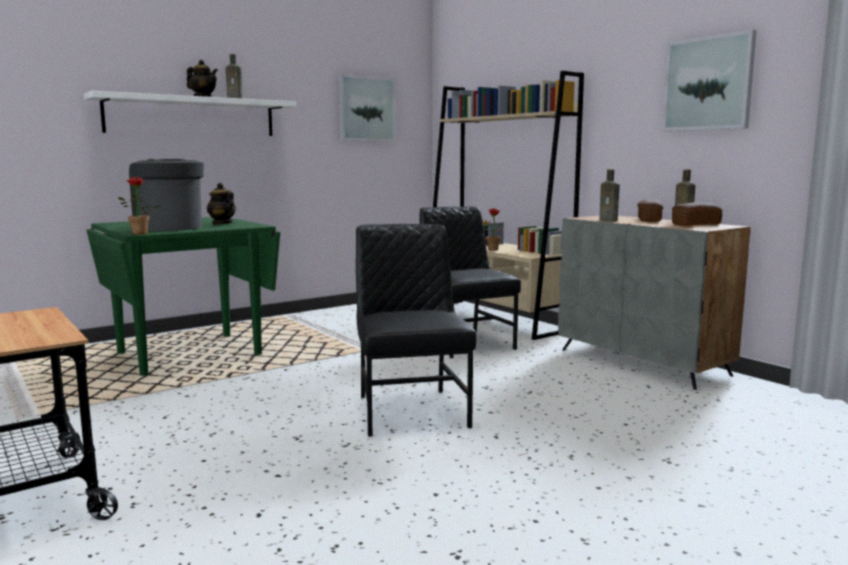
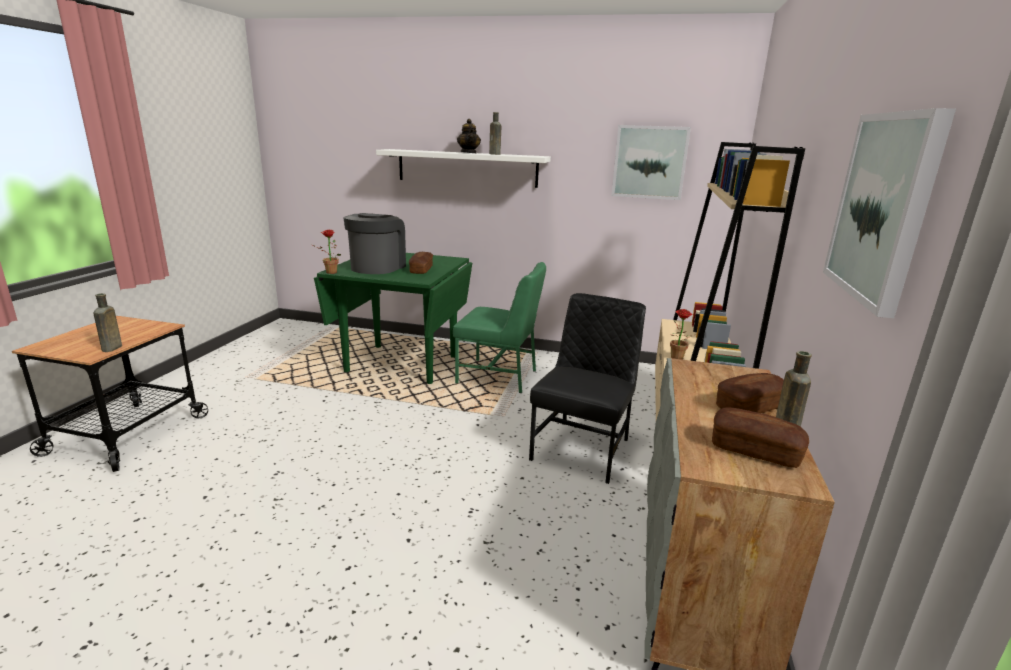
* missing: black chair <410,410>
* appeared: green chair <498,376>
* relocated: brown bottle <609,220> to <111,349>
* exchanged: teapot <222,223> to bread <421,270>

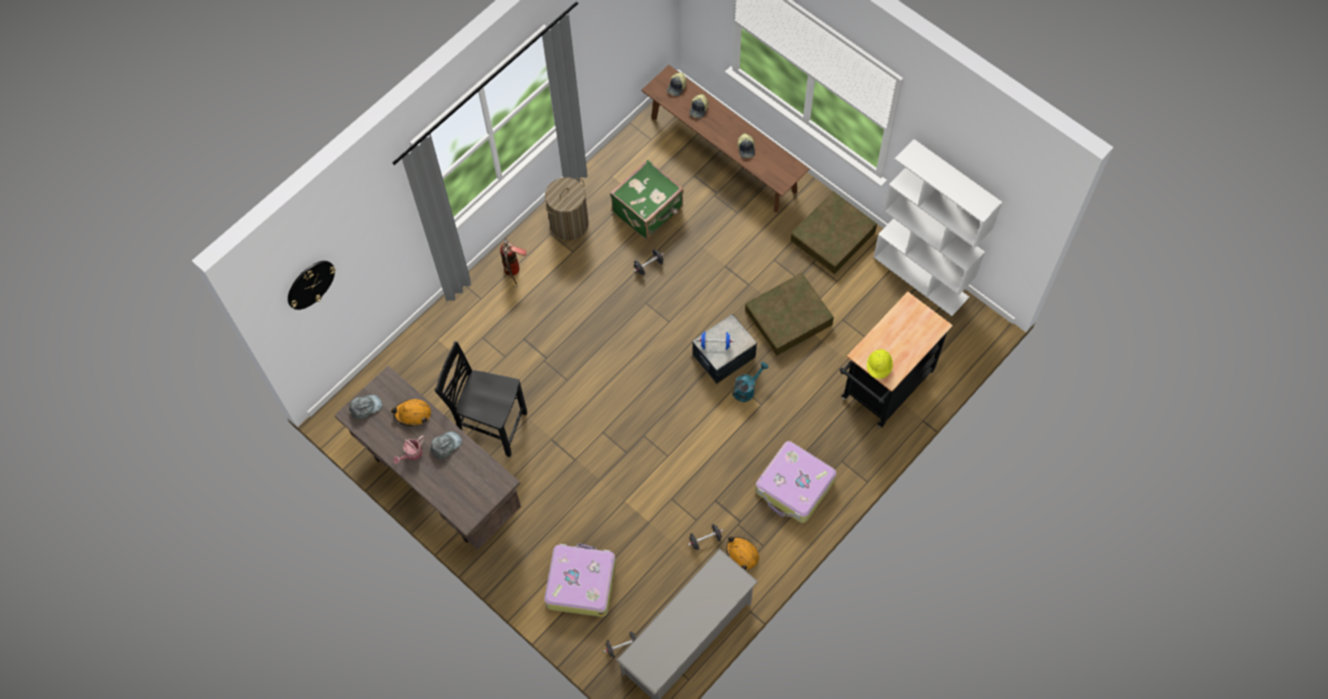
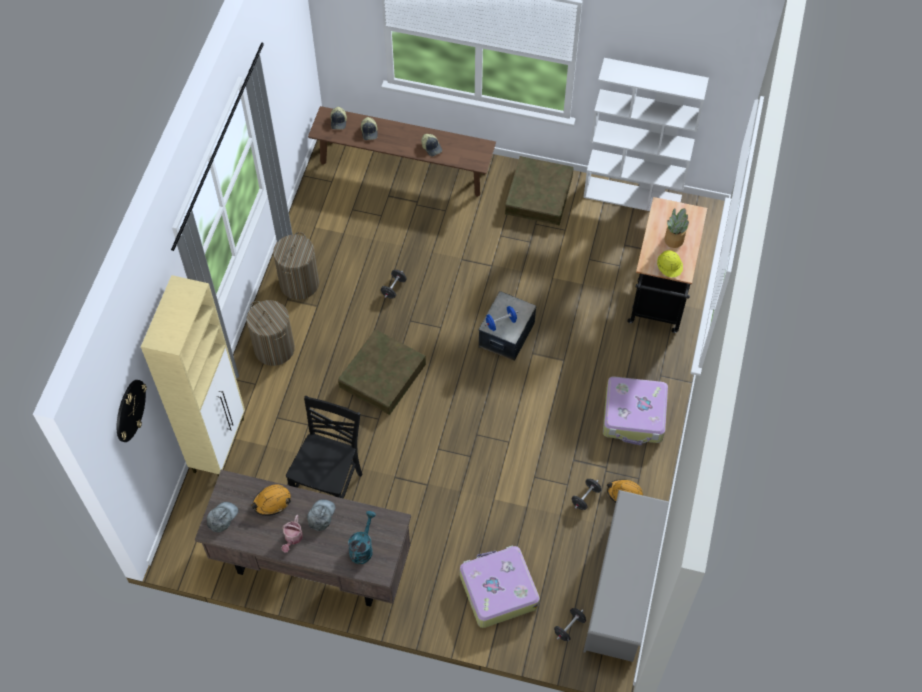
* missing: green suitcase <649,210>
* appeared: beige cabinet <219,444>
* appeared: potted plant <674,238>
* relocated: turquoise watering can <747,389> to <362,547>
* relocated: brown storage box <788,317> to <382,375>
* exchanged: fire extinguisher <514,274> to laundry basket <274,348>
* spun: black chair <490,425> = <331,491> 120 degrees clockwise

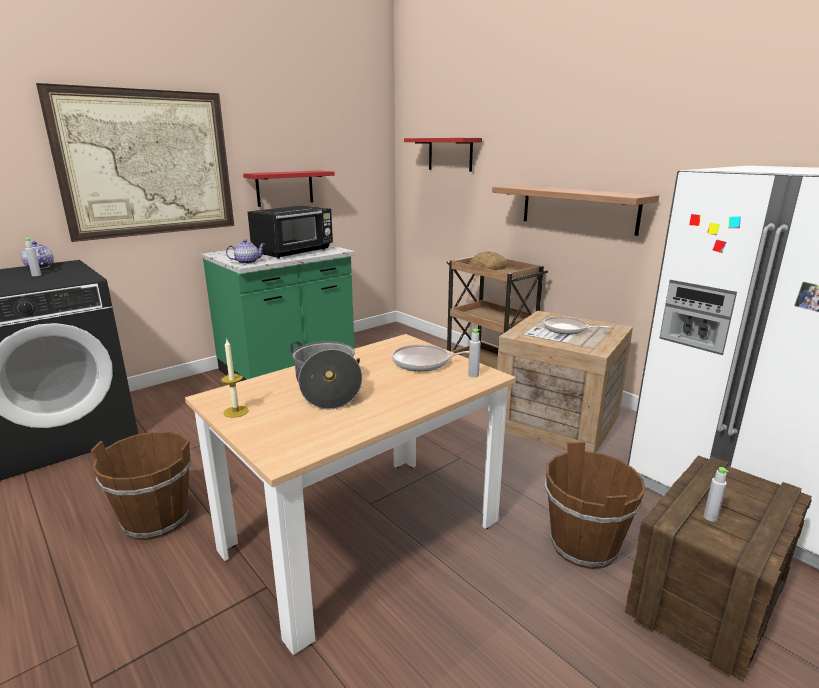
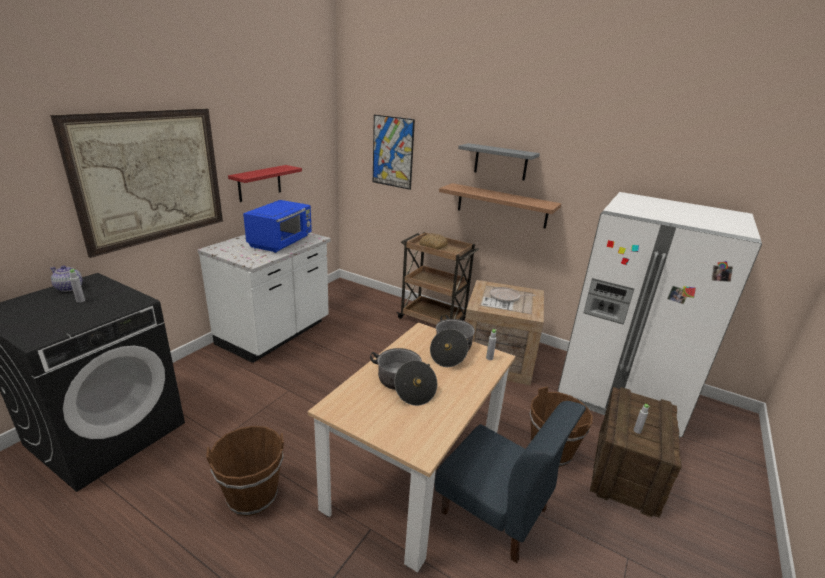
* missing: candle <236,411>
* missing: teapot <247,262>
* appeared: blue chair <494,511>
* appeared: grey shelf <500,162>
* exchanged: frying pan <424,362> to cooking pot <451,350>
* exchanged: red shelf <450,154> to picture <392,152>
* colour: green counter <288,367> to white counter <275,334>
* colour: black microwave <294,252> to blue microwave <281,242>

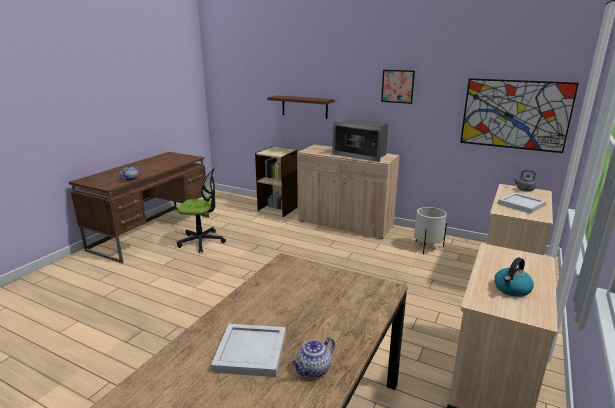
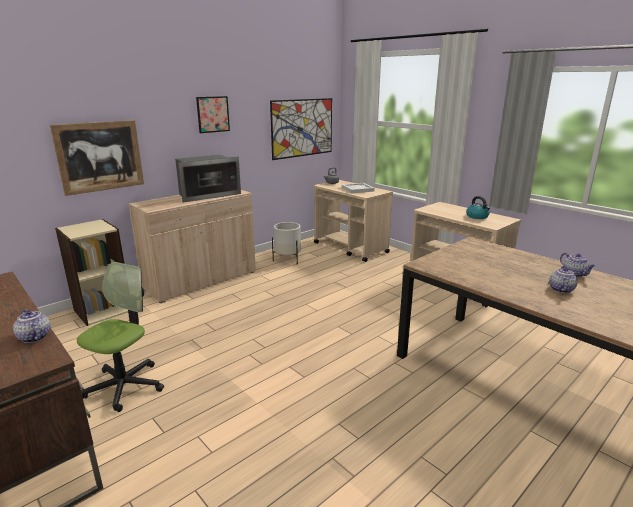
* exchanged: white tray <252,351> to teapot <560,289>
* exchanged: brown shelf <304,107> to picture <100,156>

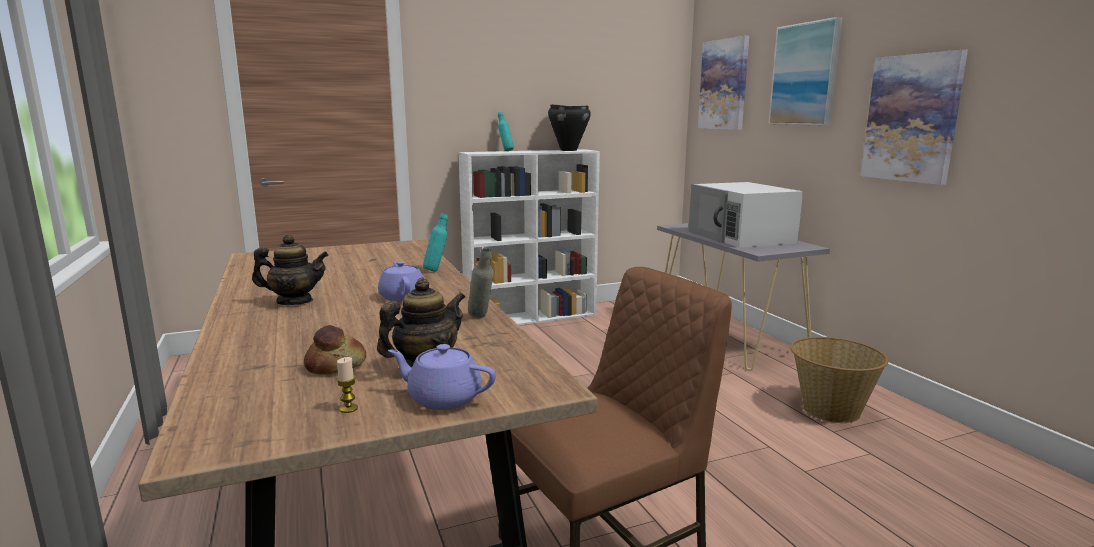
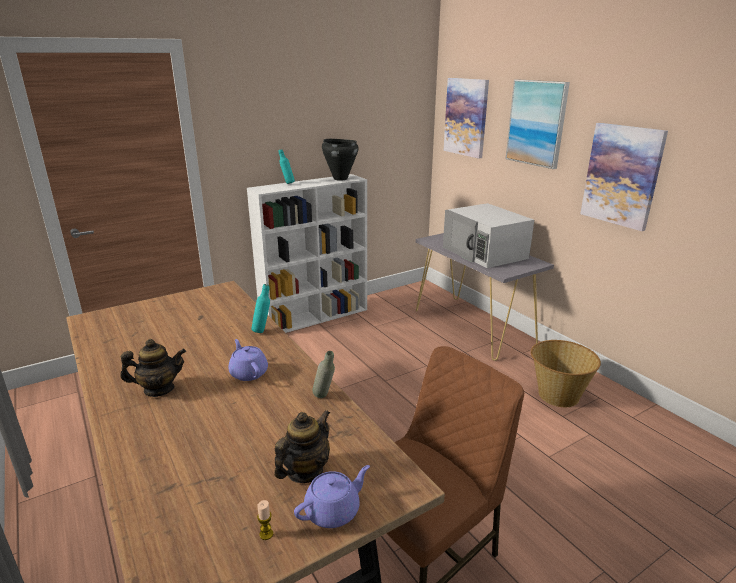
* missing: bread <336,366>
* spun: purple teapot <443,398> = <333,511> 135 degrees clockwise

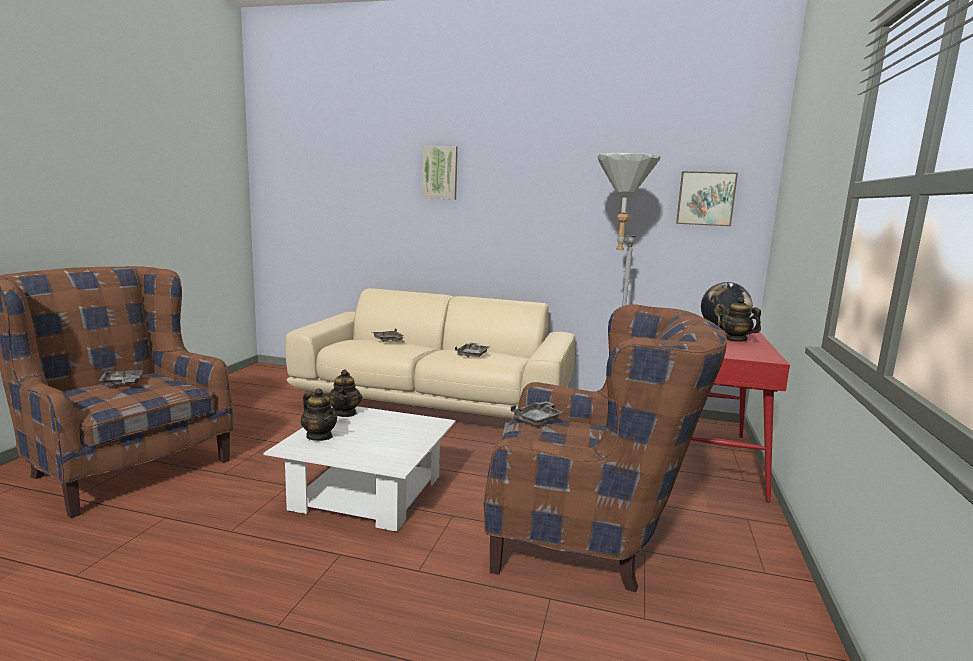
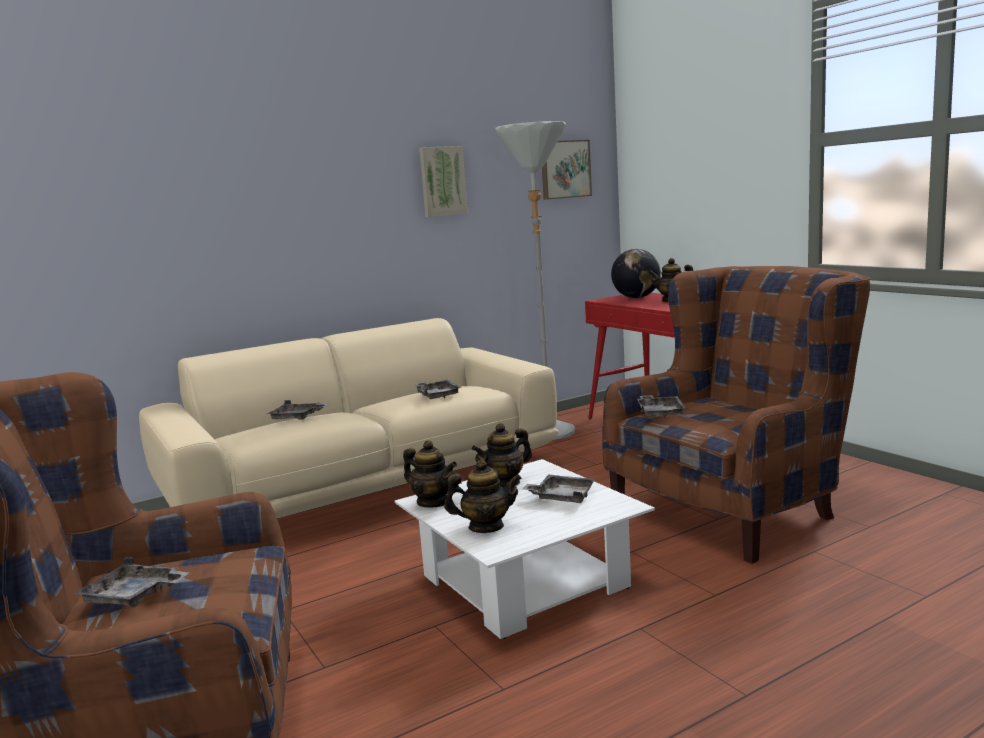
* appeared: teapot <504,483>
* appeared: grey tray <562,497>
* relocated: picture <440,173> to <442,181>

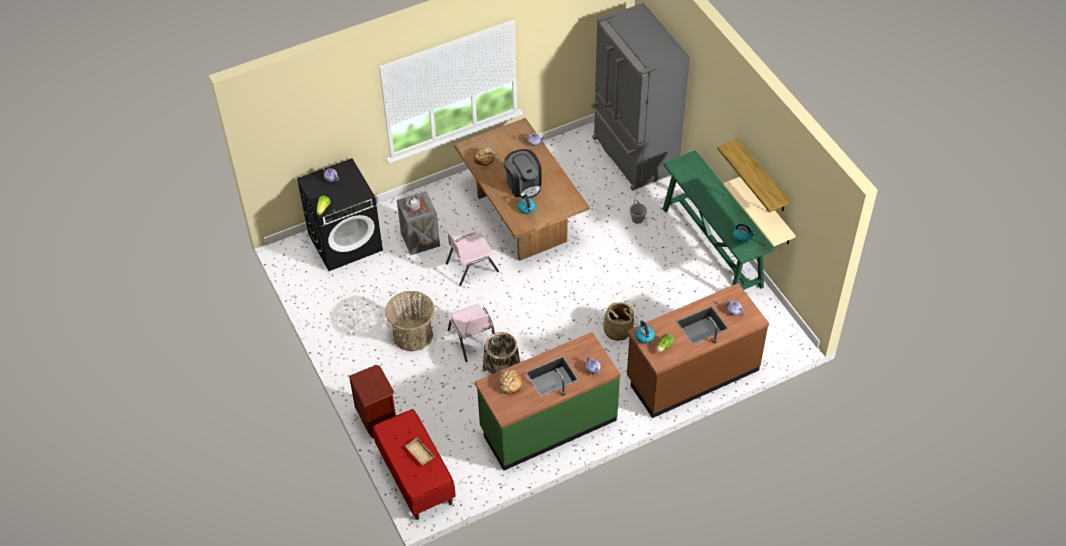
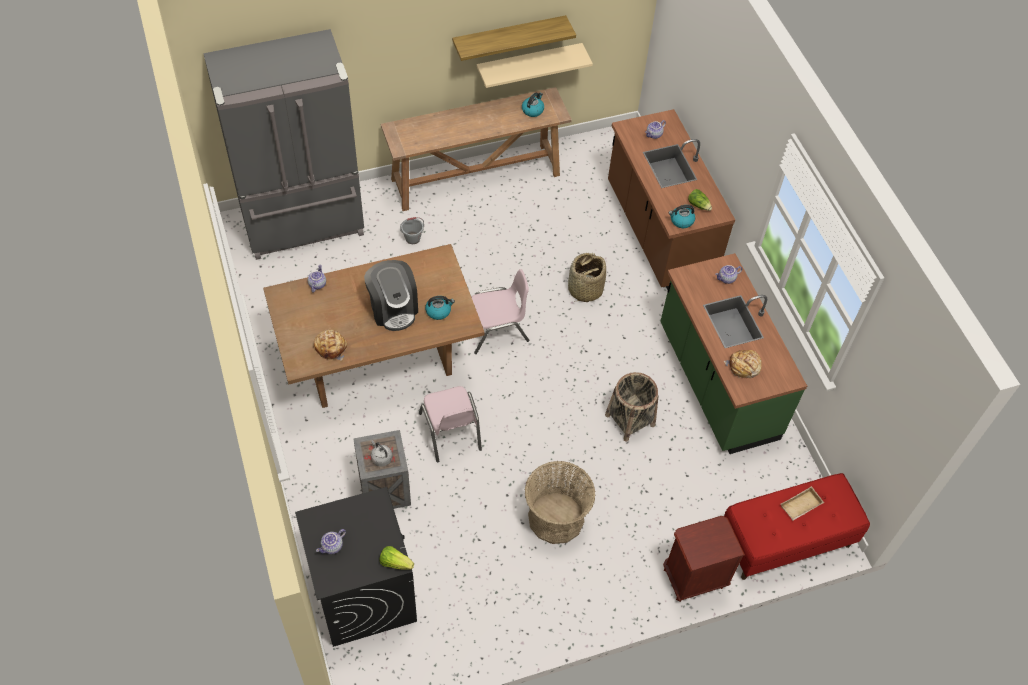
* relocated: pink chair <473,340> to <496,330>
* colour: green console table <712,248> to brown console table <476,177>
* spun: coffee machine <523,185> = <393,308> 90 degrees clockwise

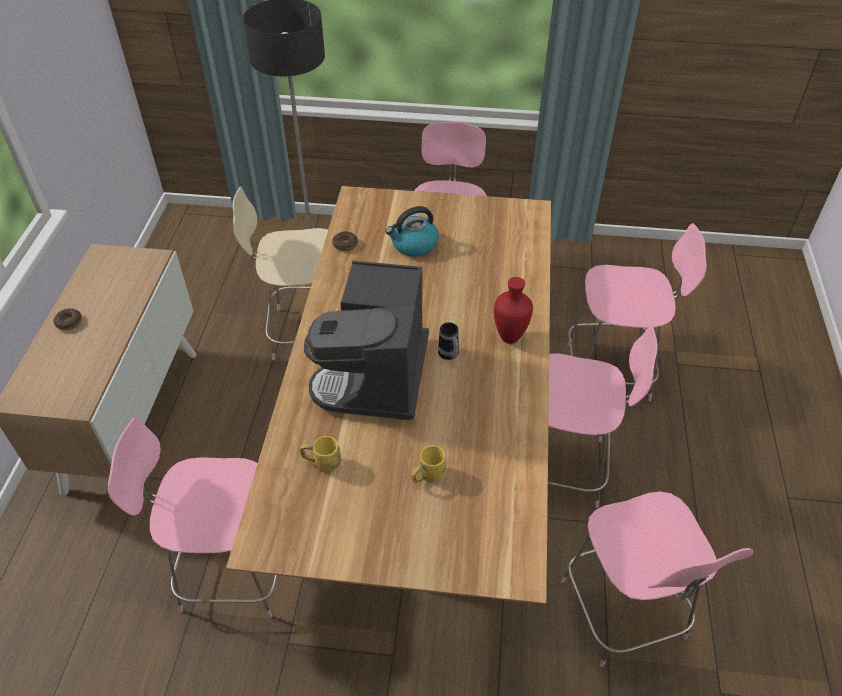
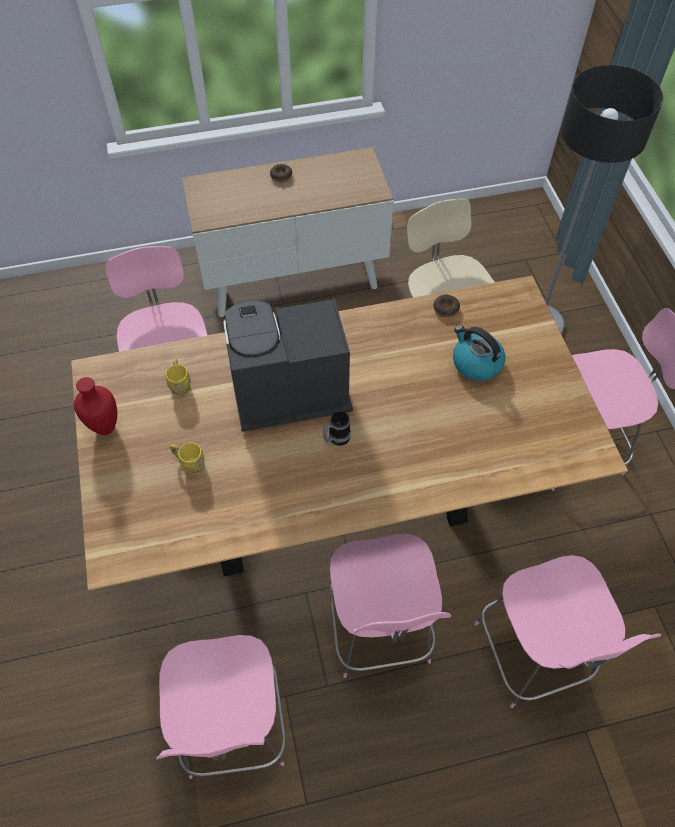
* relocated: red vase <510,338> to <104,429>
* spun: pink chair <624,613> = <234,728> 60 degrees counterclockwise

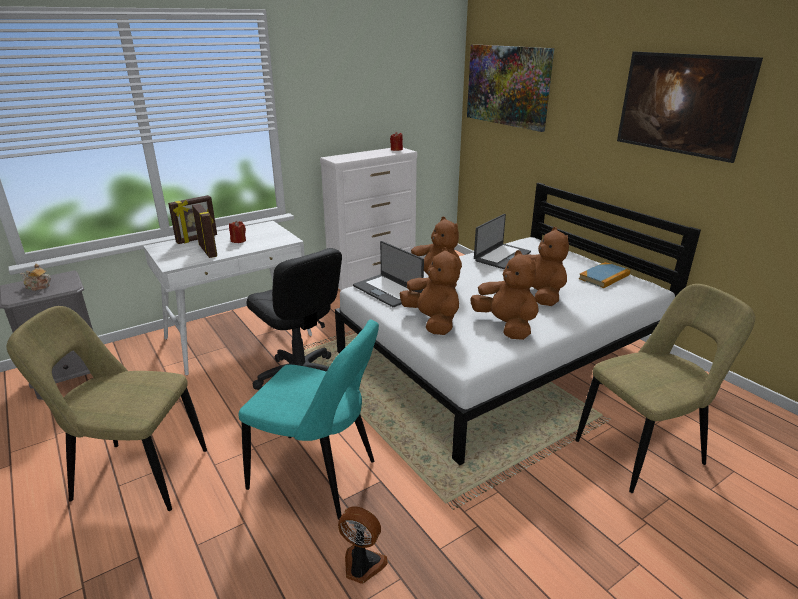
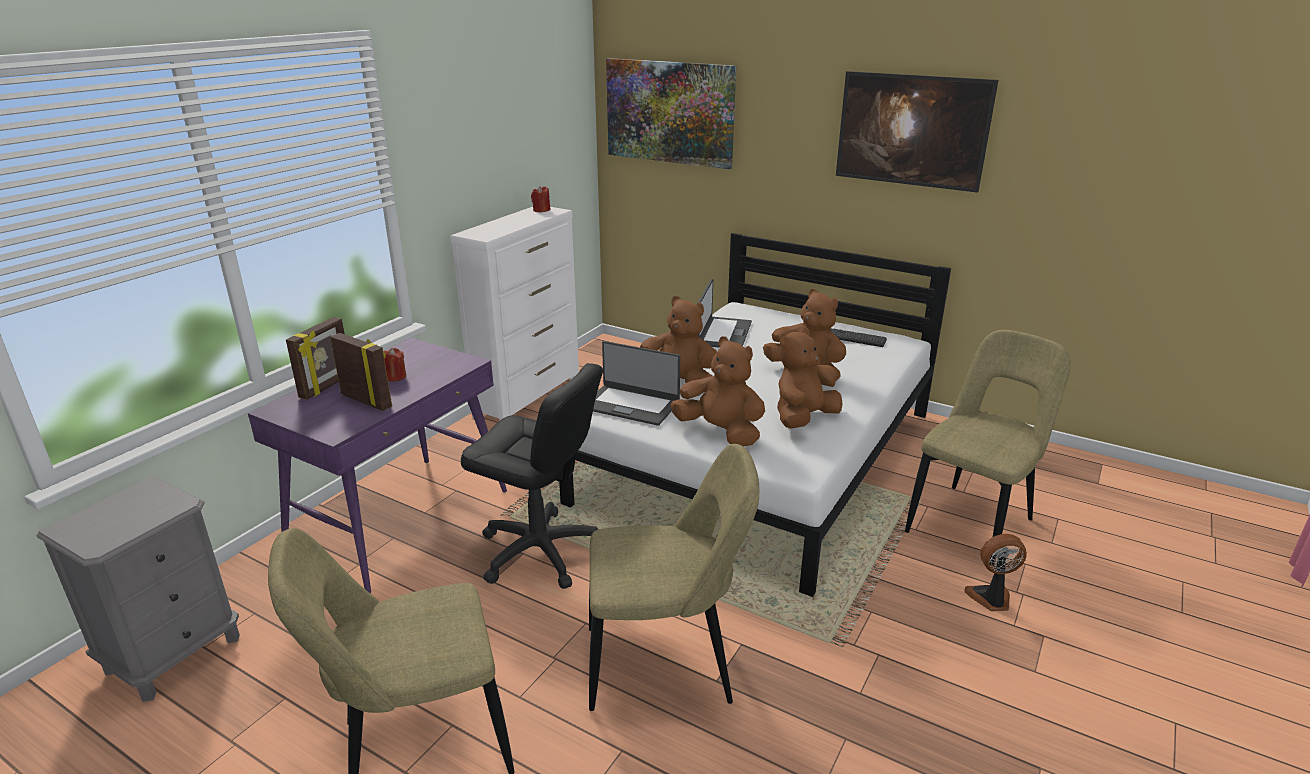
* missing: teapot <38,287>
* relocated: fan <362,566> to <991,599>
* exchanged: book <604,277> to keyboard <854,338>
* colour: white desk <239,337> to purple desk <401,519>
* colour: turquoise chair <318,477> to beige chair <666,664>
* spun: brown plush toy <505,326> = <803,418> 75 degrees counterclockwise

